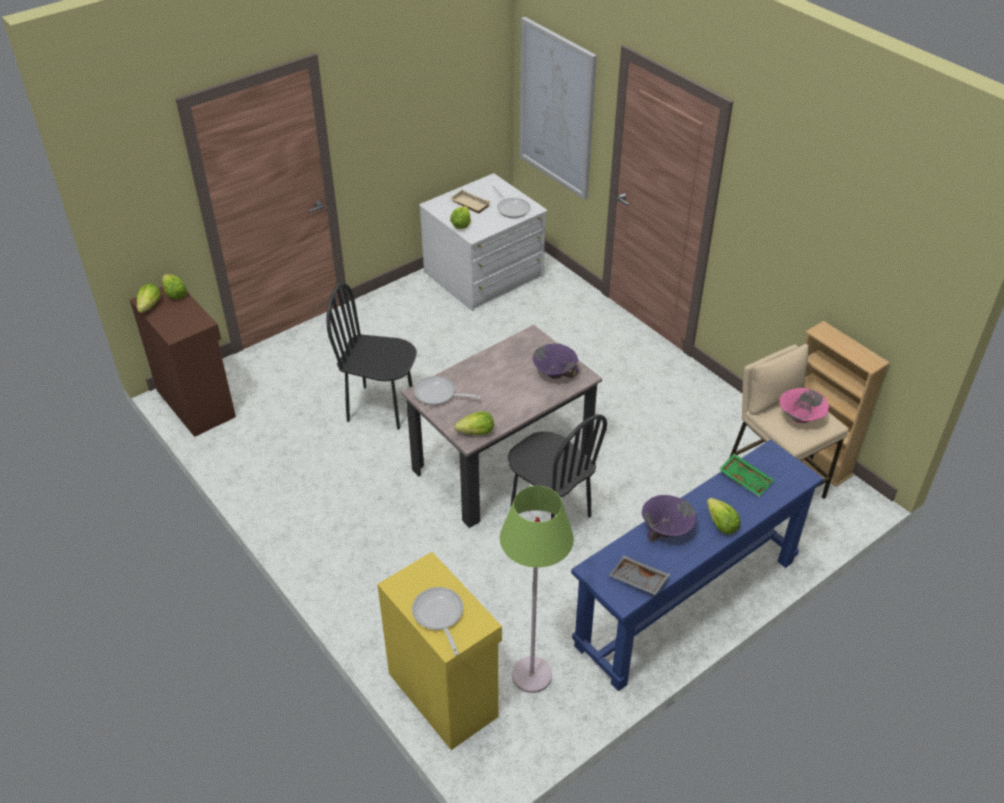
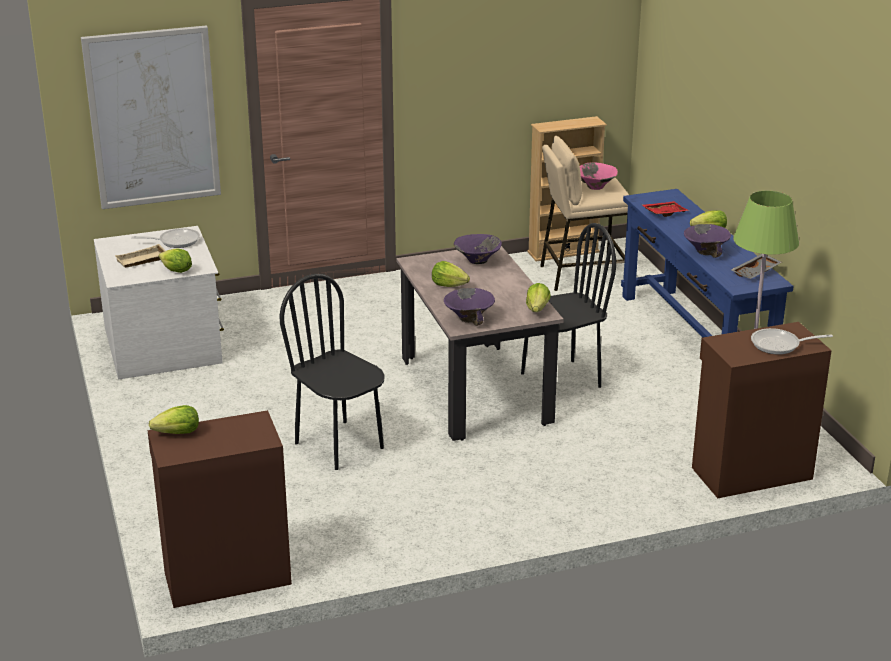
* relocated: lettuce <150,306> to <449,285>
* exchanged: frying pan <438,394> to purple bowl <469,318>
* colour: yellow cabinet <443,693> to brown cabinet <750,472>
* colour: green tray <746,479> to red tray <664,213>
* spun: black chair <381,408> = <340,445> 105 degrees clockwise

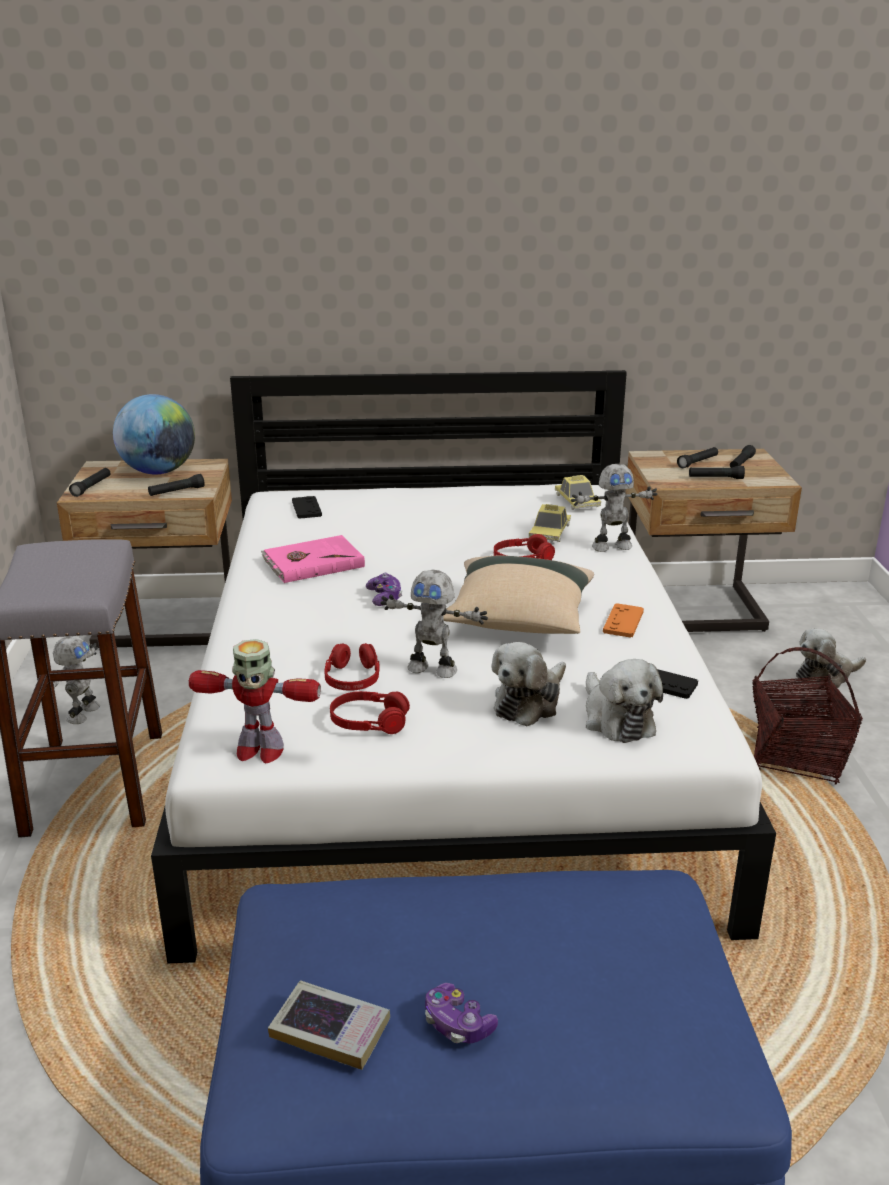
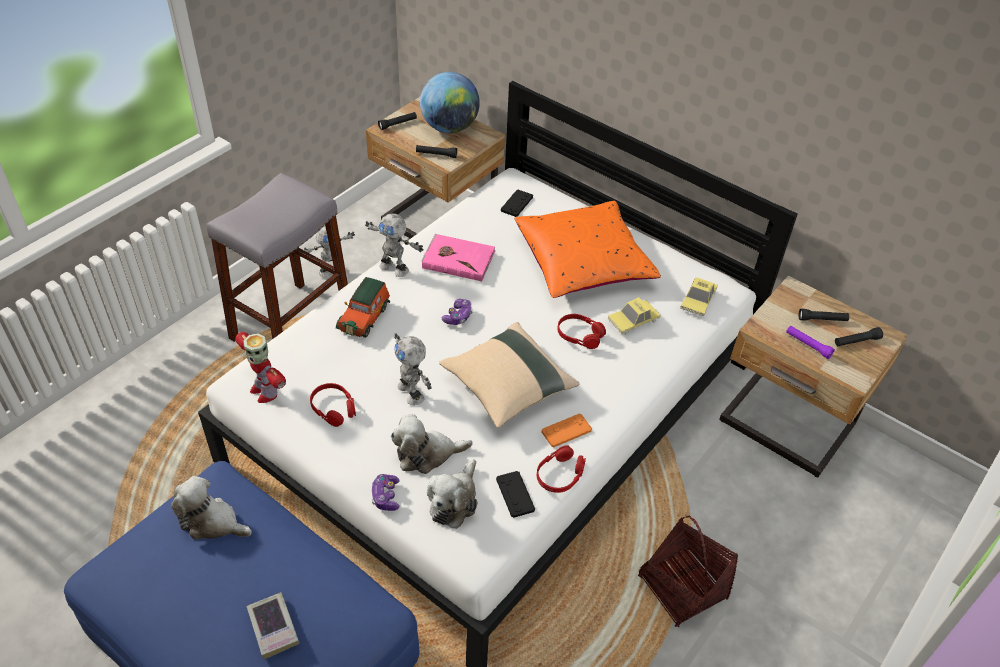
* appeared: toy car <365,316>
* appeared: orange pillow <583,262>
* relocated: book <330,1030> to <273,627>
* relocated: red headphones <352,678> to <560,475>
* relocated: game controller <457,1024> to <386,496>
* relocated: toy robot <611,546> to <395,268>
* relocated: plush toy <825,675> to <212,522>
* colour: black flashlight <715,478> to purple flashlight <808,345>

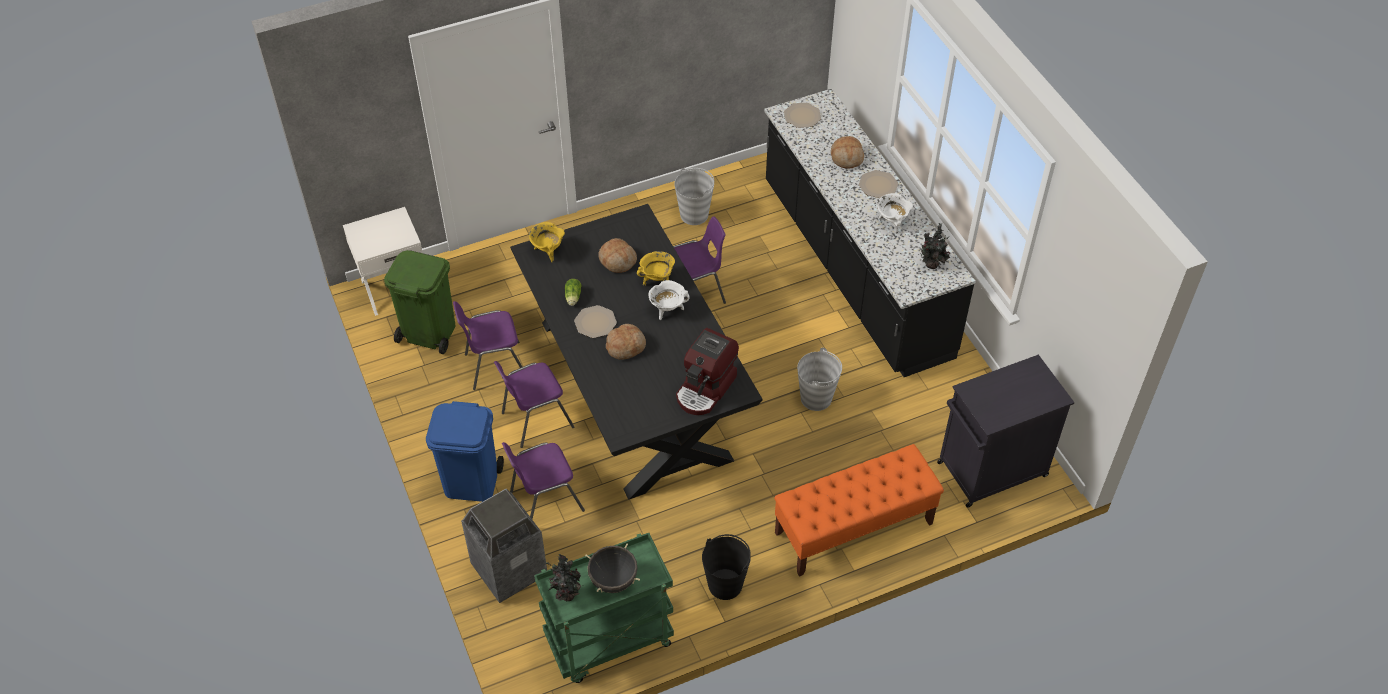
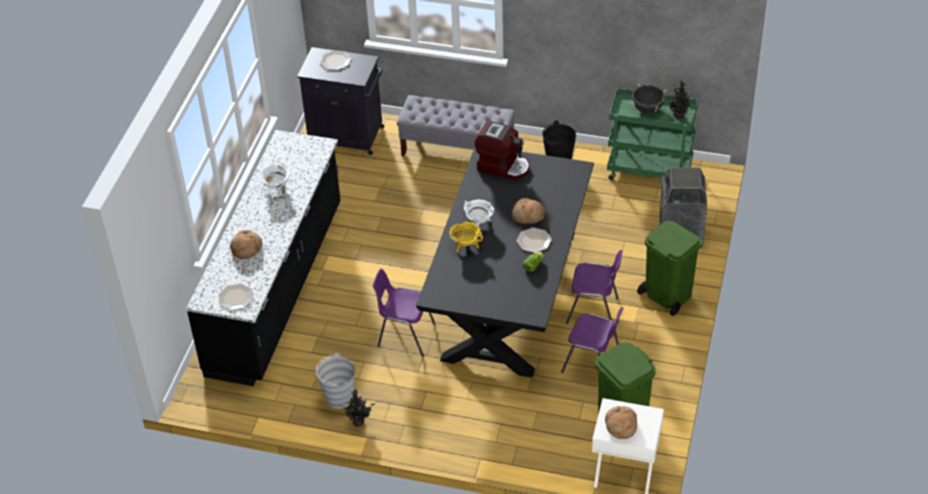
* missing: purple chair <544,501>
* missing: yellow cooking pot <548,251>
* missing: grey bucket <816,398>
* relocated: bread <617,260> to <620,426>
* relocated: plate <878,185> to <335,61>
* relocated: potted plant <931,265> to <359,421>
* colour: blue trash can <472,482> to green trash can <667,294>
* colour: orange bench <853,528> to grey bench <458,150>
* spun: coffee machine <706,389> = <503,166> 45 degrees clockwise

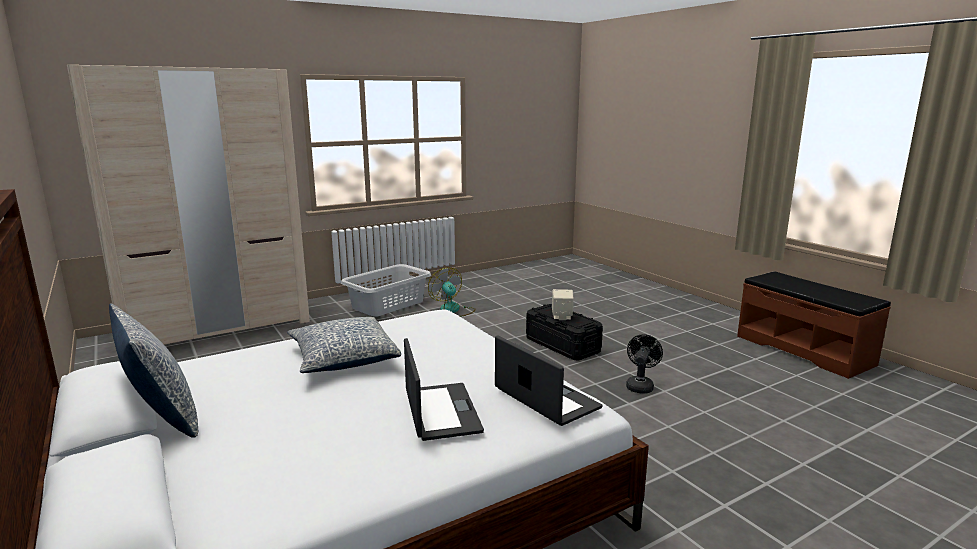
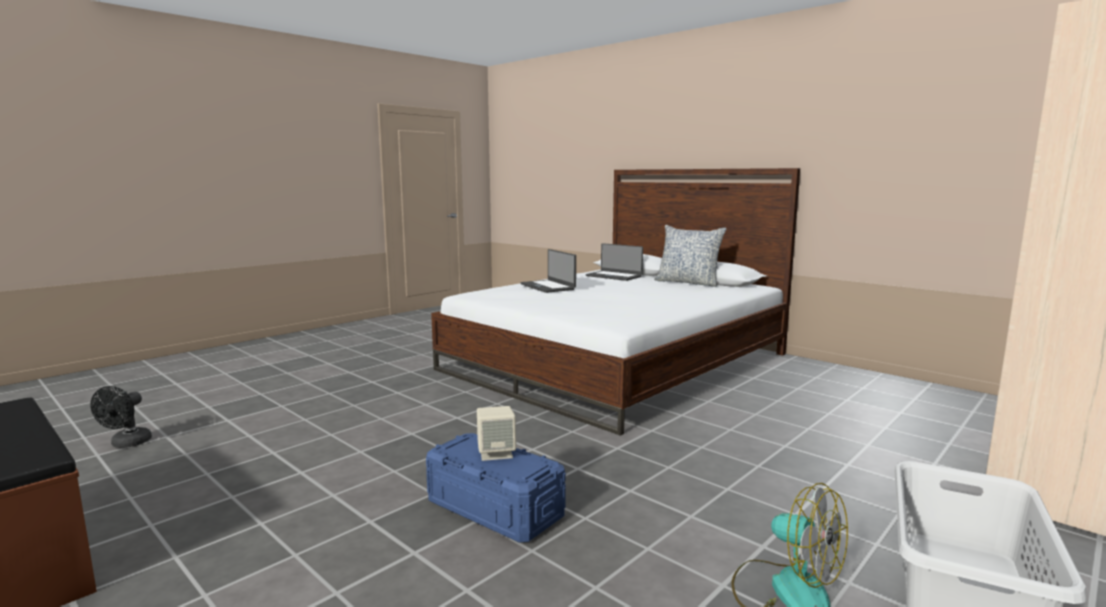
* missing: pillow <343,358>
* relocated: laptop <545,399> to <614,276>
* relocated: black fan <640,385> to <127,444>
* colour: black storage box <562,345> to blue storage box <494,509>

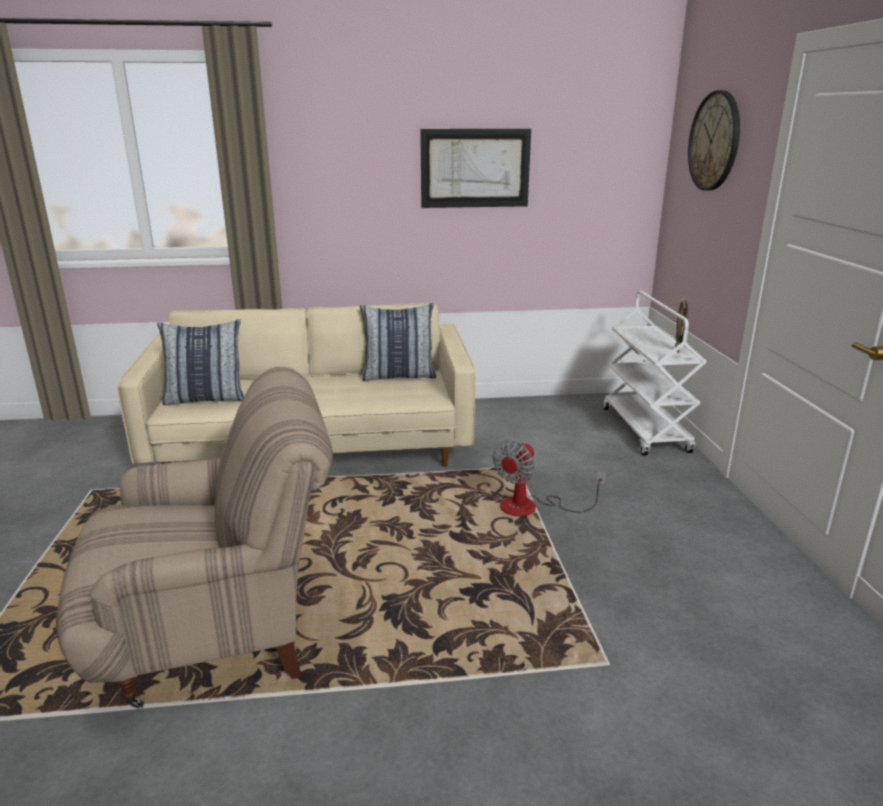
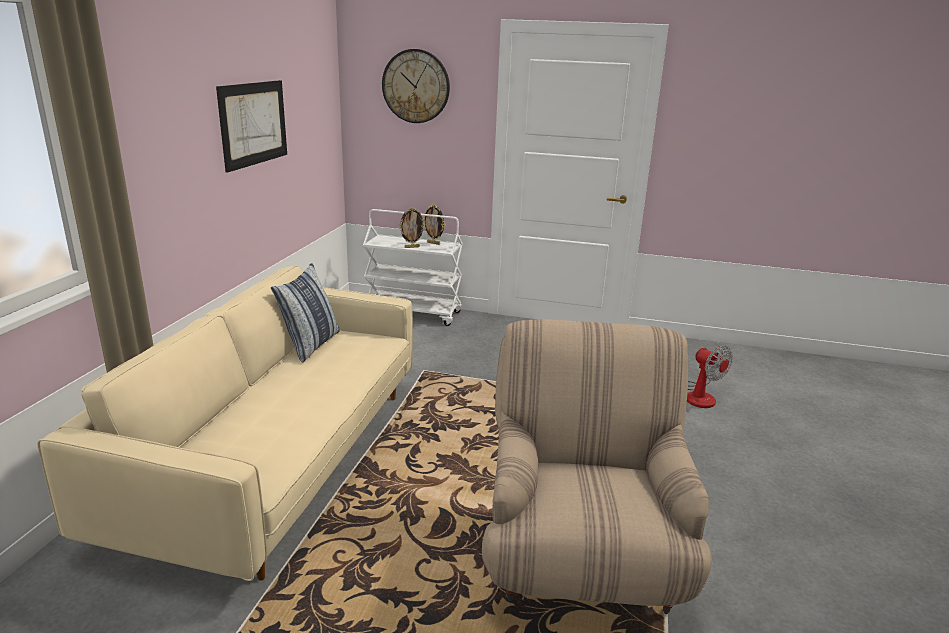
* missing: pillow <206,398>
* appeared: picture frame <412,247>
* relocated: fan <531,507> to <700,395>

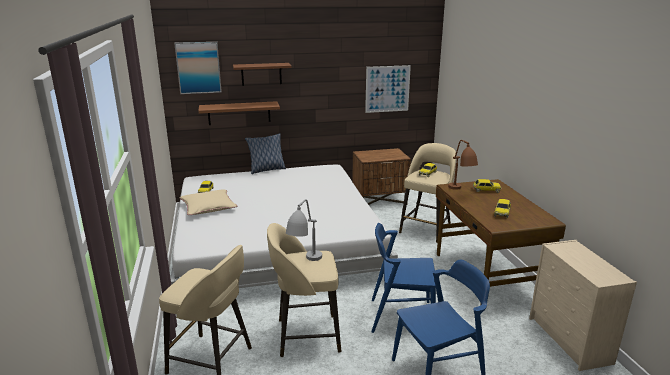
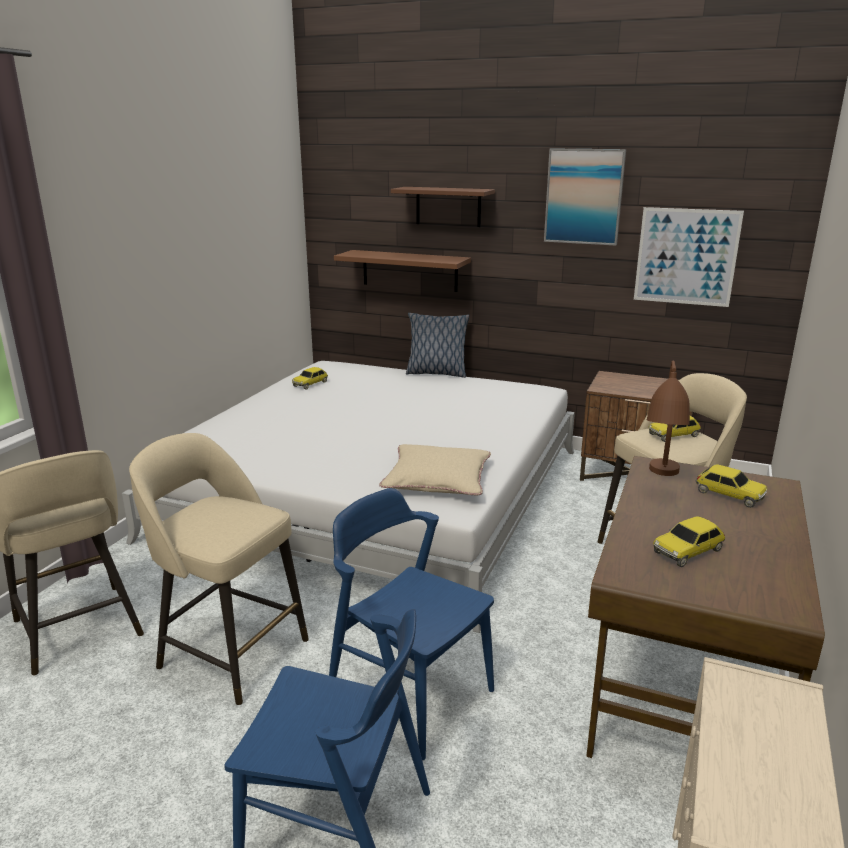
* missing: grey table lamp <305,265>
* relocated: picture <198,67> to <584,196>
* relocated: beige pillow <208,207> to <437,479>

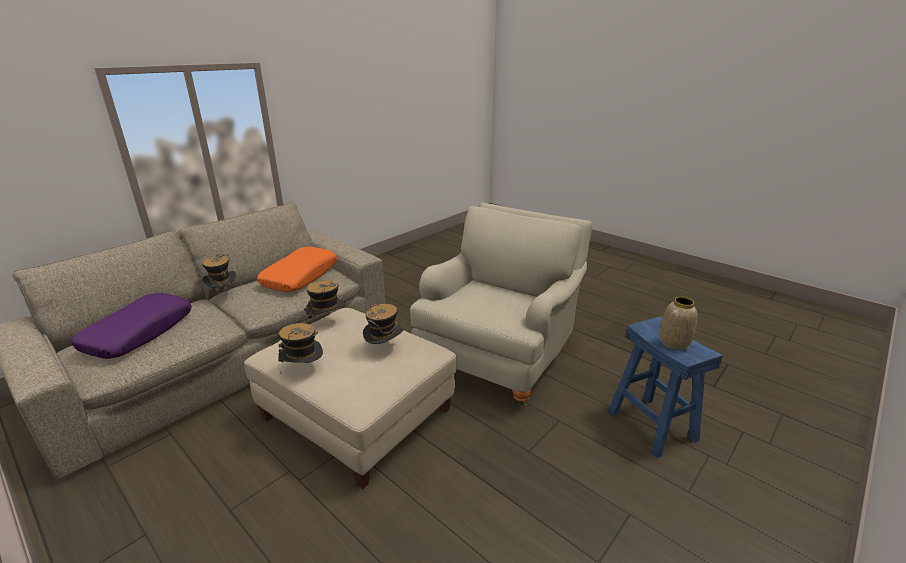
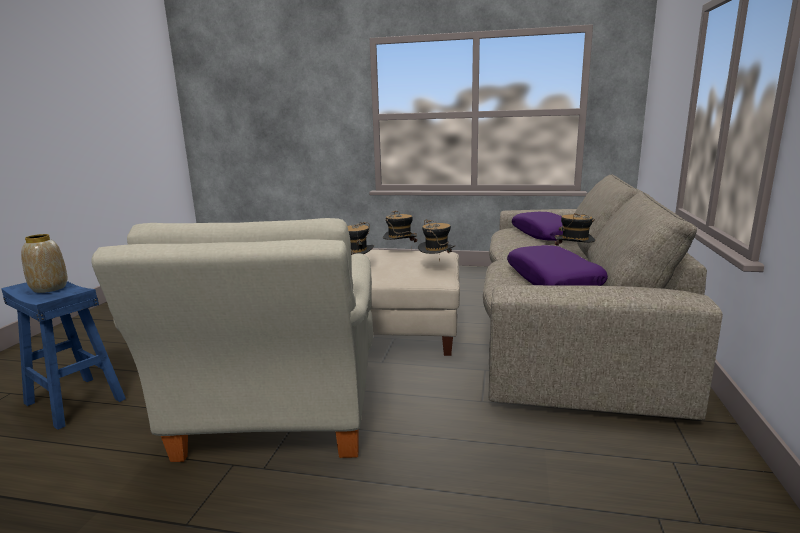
* colour: orange pillow <300,276> to purple pillow <553,280>

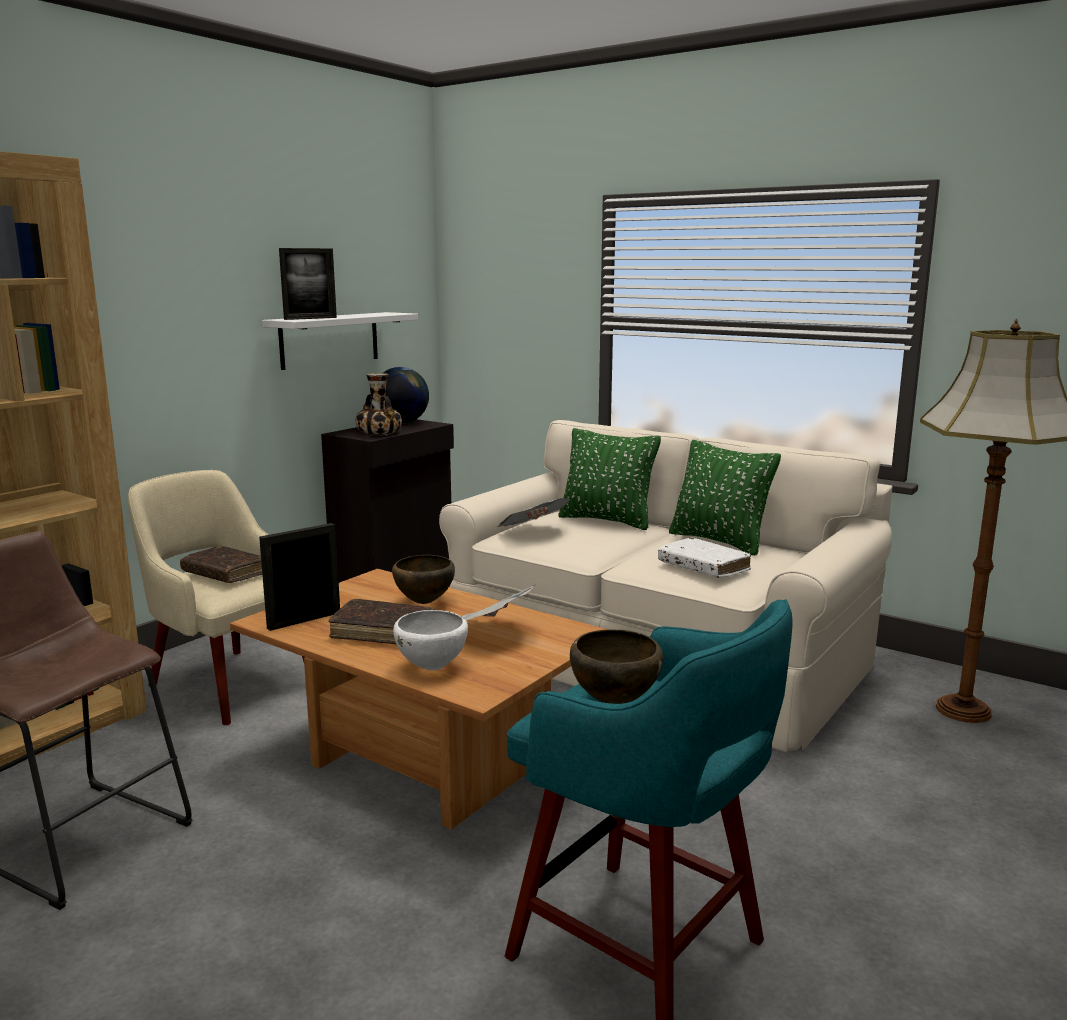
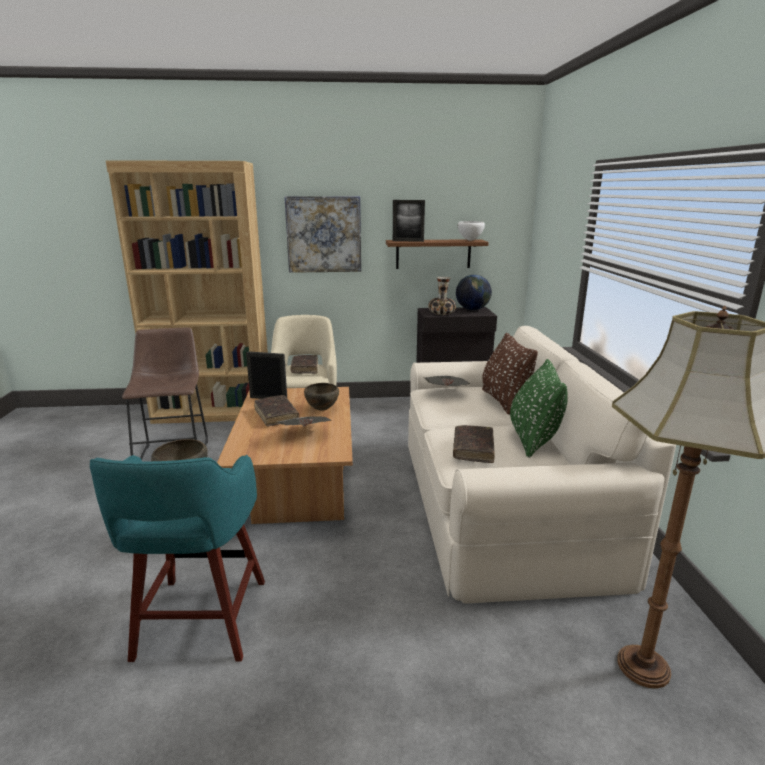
* appeared: picture <324,234>
* relocated: white bowl <432,668> to <470,240>
* colour: white shelf <329,340> to brown shelf <433,254>
* colour: green pillow <607,520> to brown pillow <504,401>
* colour: white book <703,567> to brown book <473,449>

